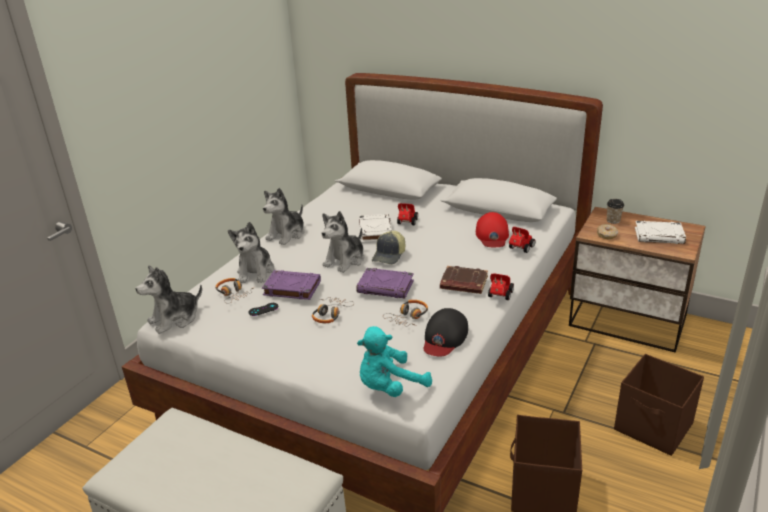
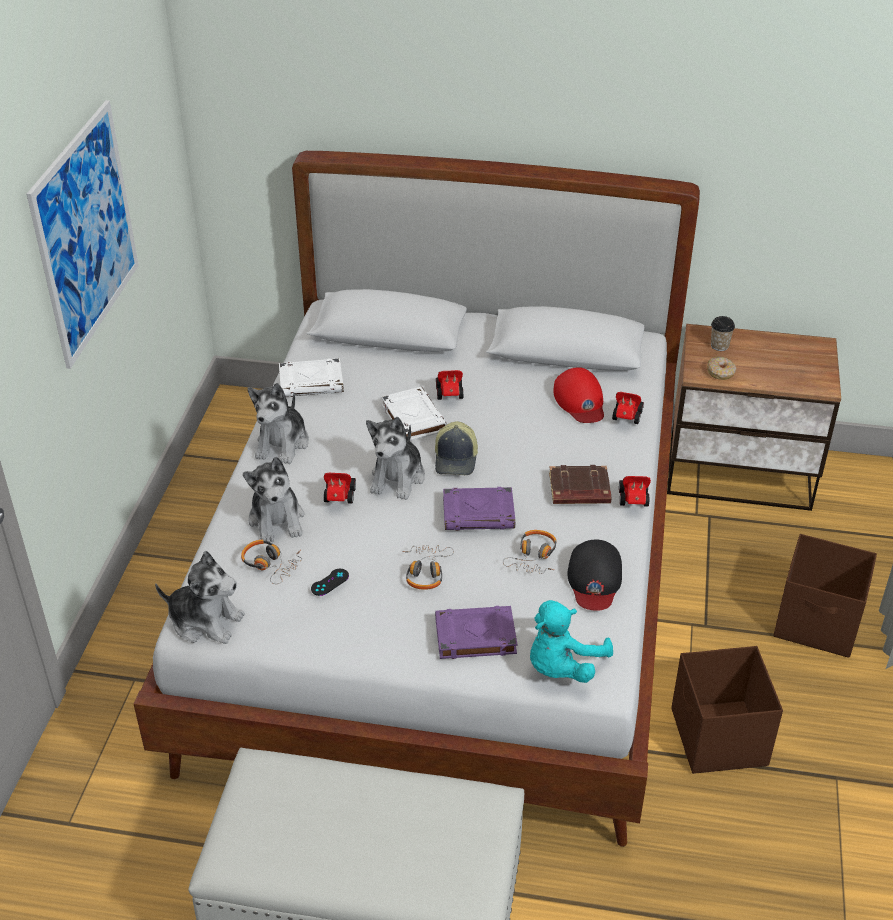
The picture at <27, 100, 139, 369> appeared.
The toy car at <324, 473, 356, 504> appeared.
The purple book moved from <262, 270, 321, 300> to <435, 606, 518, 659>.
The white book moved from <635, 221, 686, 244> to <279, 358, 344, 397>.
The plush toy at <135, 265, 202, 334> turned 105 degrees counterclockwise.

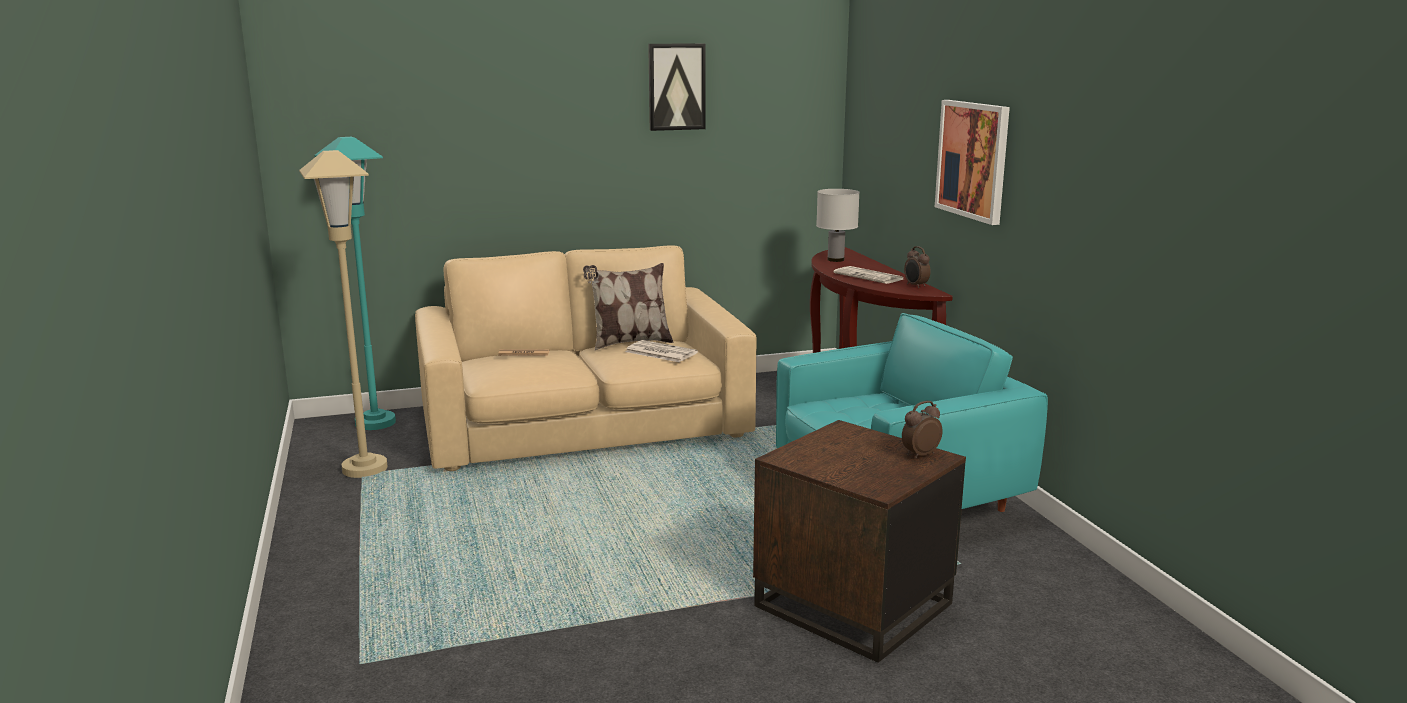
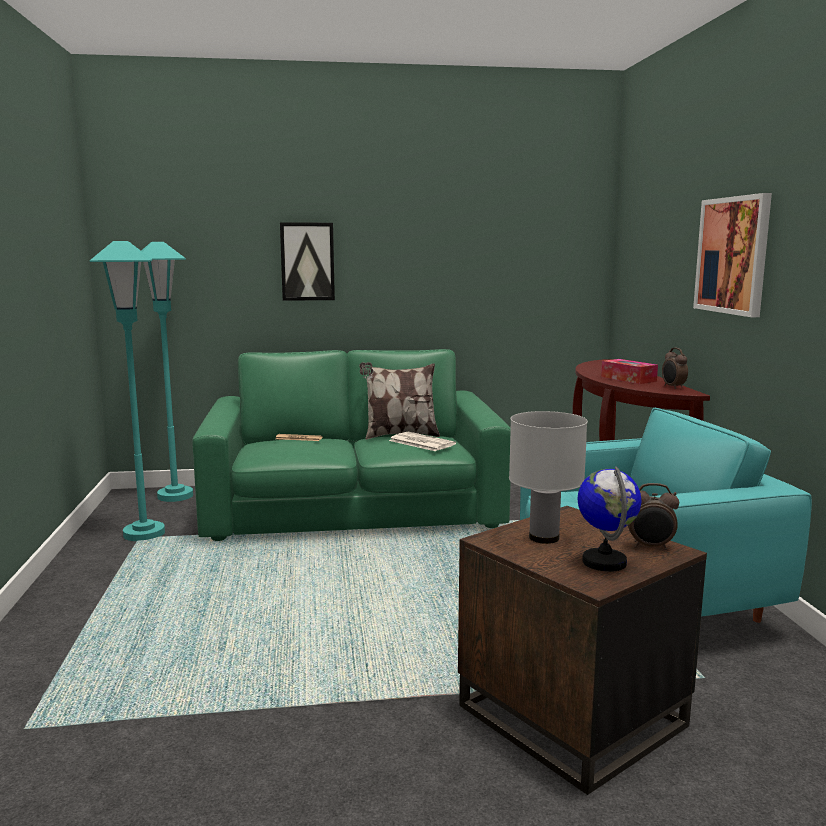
The globe at <578, 466, 642, 572> appeared.
The picture moved from <648, 43, 705, 131> to <280, 222, 335, 301>.
The white table lamp moved from <816, 189, 860, 262> to <509, 411, 588, 544>.
The newspaper at <833, 266, 903, 284> was replaced by the tissue box at <601, 359, 658, 384>.
The beige floor lamp at <299, 150, 388, 478> became the turquoise floor lamp at <90, 241, 165, 541>.
The beige sofa at <415, 245, 757, 471> became the green sofa at <192, 349, 511, 541>.
The alarm clock at <902, 401, 943, 458> turned 150 degrees counterclockwise.

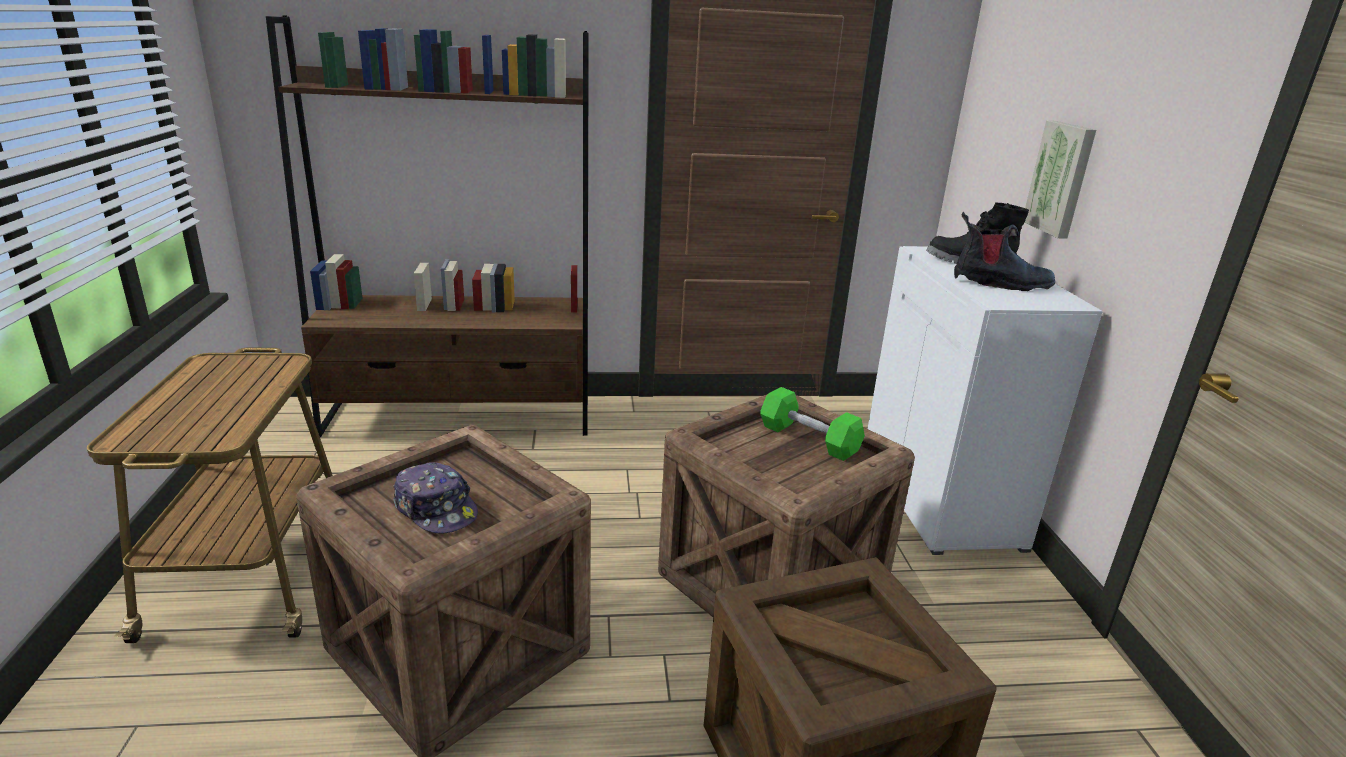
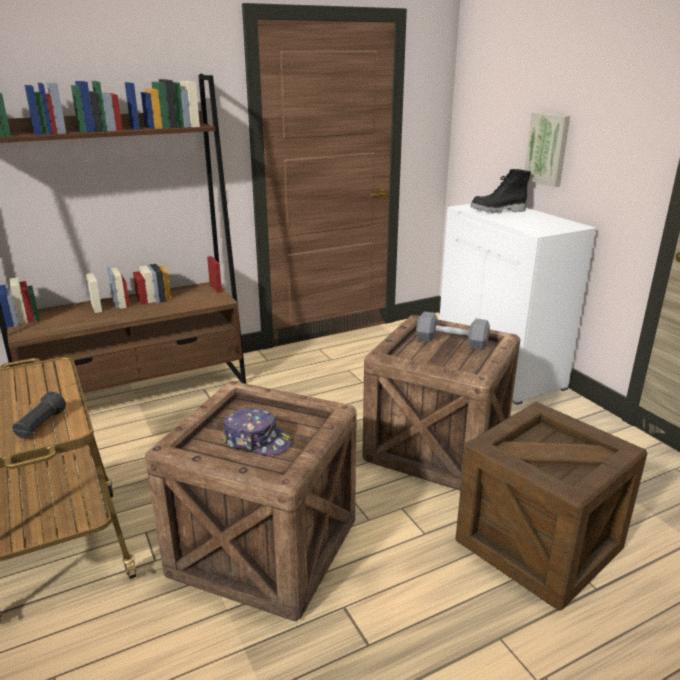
The boot at <954, 212, 1055, 291> disappeared.
The black flashlight at <13, 392, 66, 438> appeared.
The green dumbbell at <760, 387, 865, 461> became the grey dumbbell at <416, 311, 490, 350>.

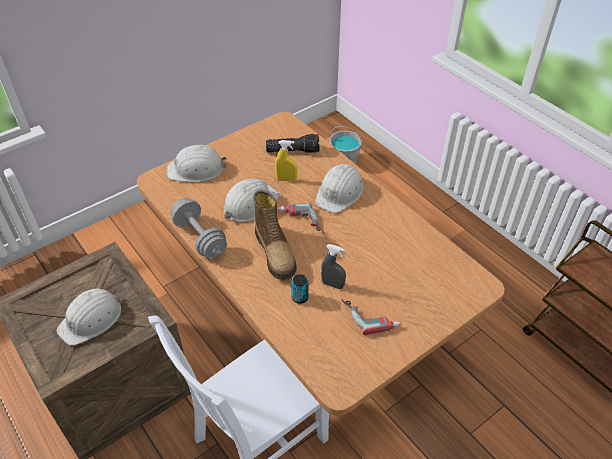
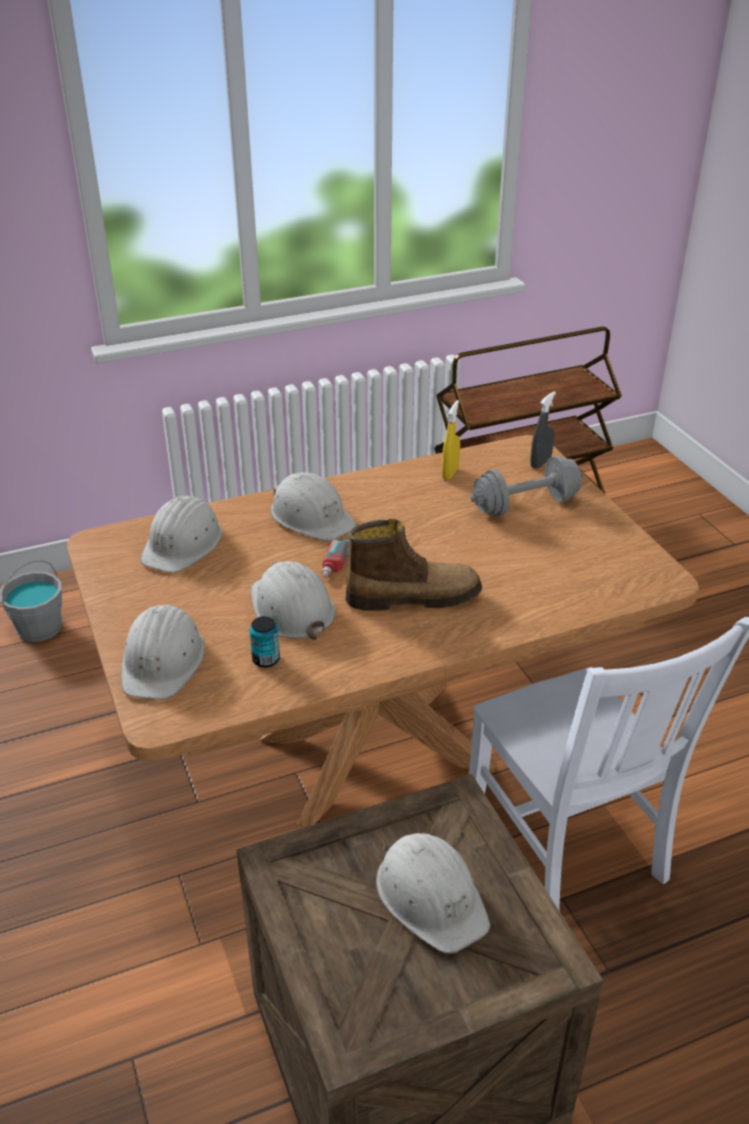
The power drill at <341, 298, 401, 335> disappeared.
The grey dumbbell moved from <171, 198, 227, 259> to <470, 456, 583, 516>.
The yellow spray bottle moved from <275, 140, 298, 182> to <442, 400, 460, 480>.
The can moved from <291, 274, 309, 304> to <249, 616, 280, 668>.
The grey spray bottle moved from <321, 244, 346, 289> to <530, 392, 556, 469>.
The flashlight at <266, 134, 320, 153> was replaced by the white hard hat at <141, 496, 222, 572>.

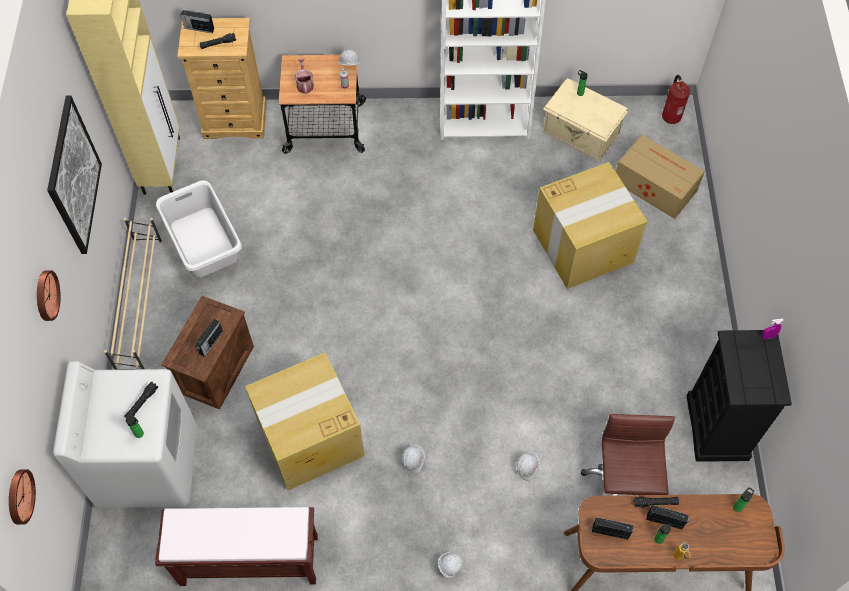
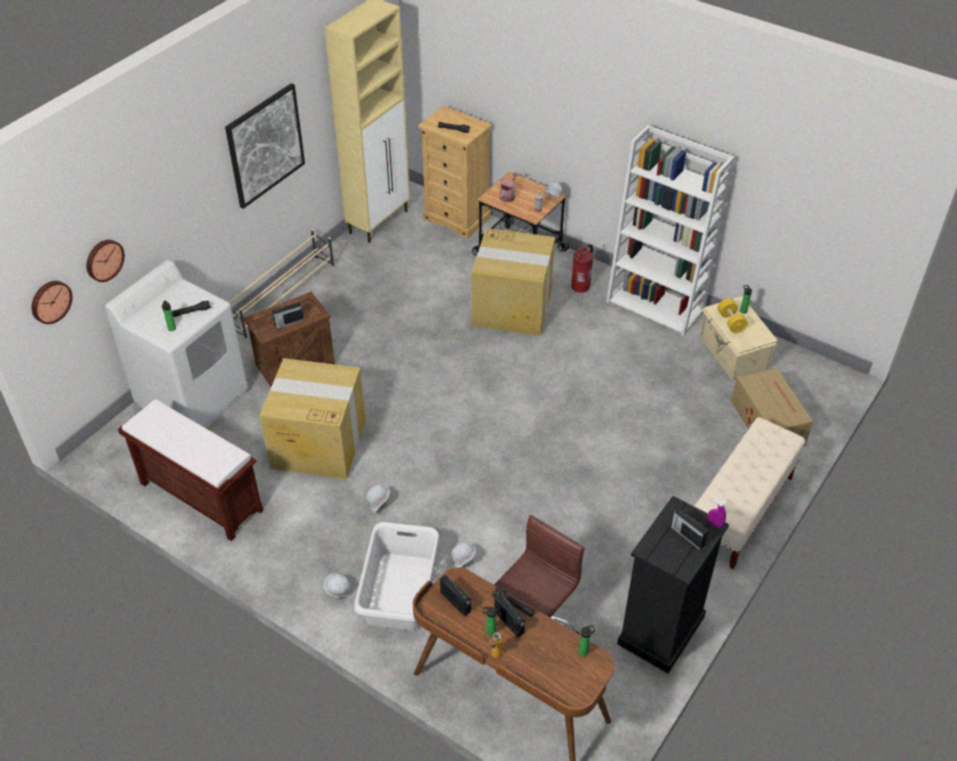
The beige bench at <694, 417, 805, 569> appeared.
The yellow dumbbell at <717, 298, 748, 333> appeared.
The wall clock moved from <37, 270, 61, 321> to <87, 240, 125, 282>.
The white laundry basket moved from <156, 180, 242, 277> to <354, 522, 439, 630>.
The radio moved from <180, 10, 214, 33> to <671, 508, 709, 550>.
The cardboard box moved from <533, 162, 648, 289> to <471, 228, 555, 336>.
The fire extinguisher moved from <662, 75, 690, 124> to <571, 244, 593, 293>.

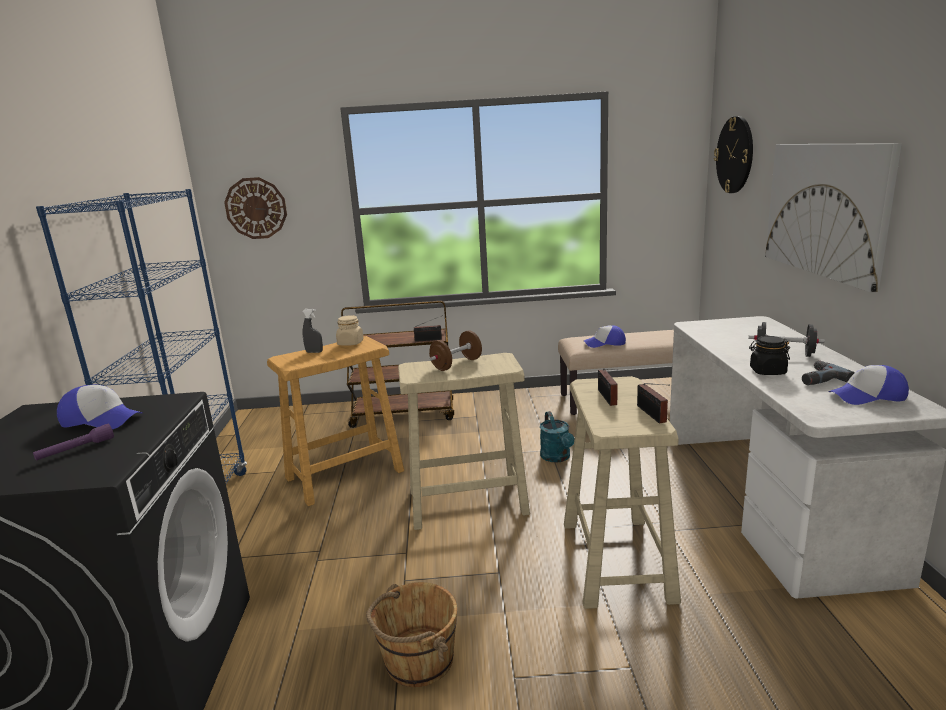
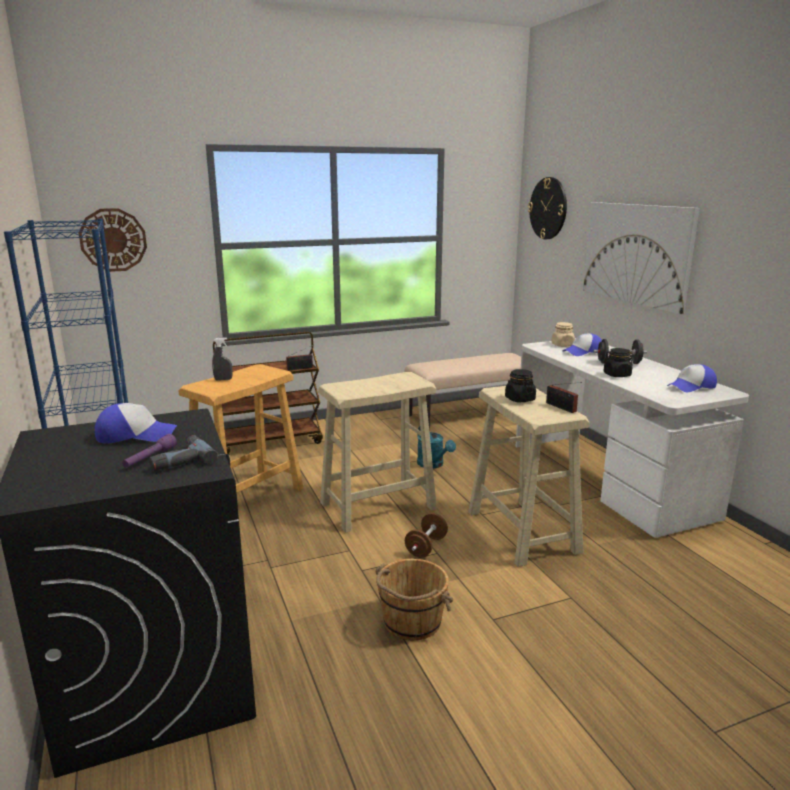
The beige jar moved from <336, 315, 364, 346> to <551, 322, 575, 347>.
The brown dumbbell moved from <429, 330, 482, 371> to <405, 513, 448, 558>.
The cap moved from <584, 325, 626, 348> to <563, 333, 602, 356>.
The power drill moved from <802, 360, 855, 385> to <149, 435, 218, 472>.
The radio at <598, 369, 618, 406> was replaced by the black jar at <505, 369, 536, 403>.

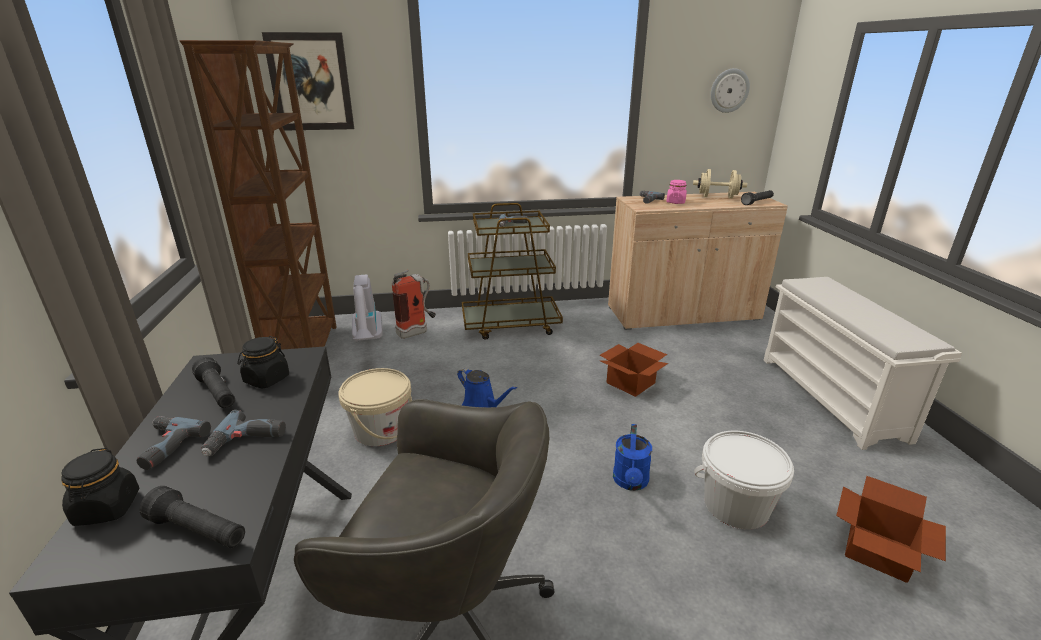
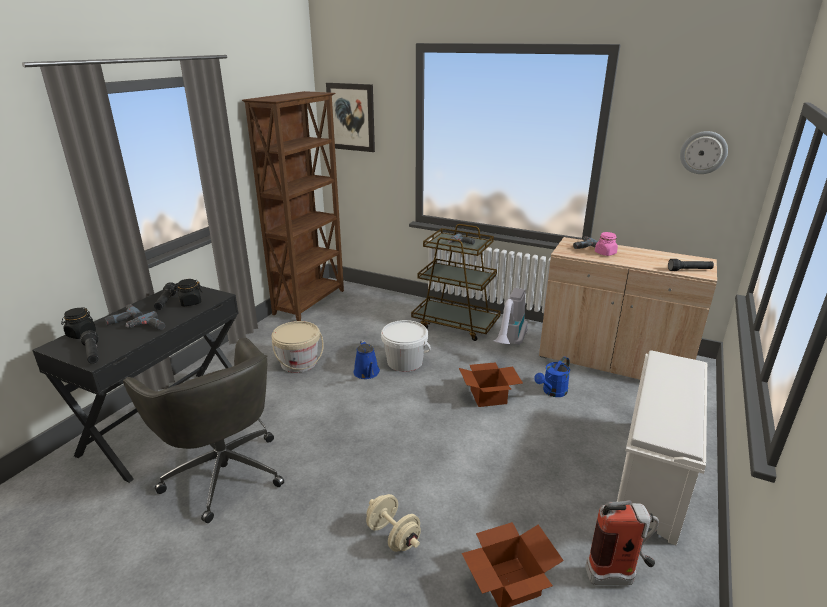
The vacuum cleaner moved from <352, 275, 383, 342> to <494, 288, 528, 345>.
The fire extinguisher moved from <392, 270, 436, 339> to <585, 500, 659, 585>.
The blue watering can moved from <613, 424, 652, 491> to <534, 357, 570, 397>.
The beige dumbbell moved from <693, 169, 747, 199> to <366, 494, 421, 552>.
The white bucket moved from <694, 431, 794, 529> to <381, 320, 431, 372>.

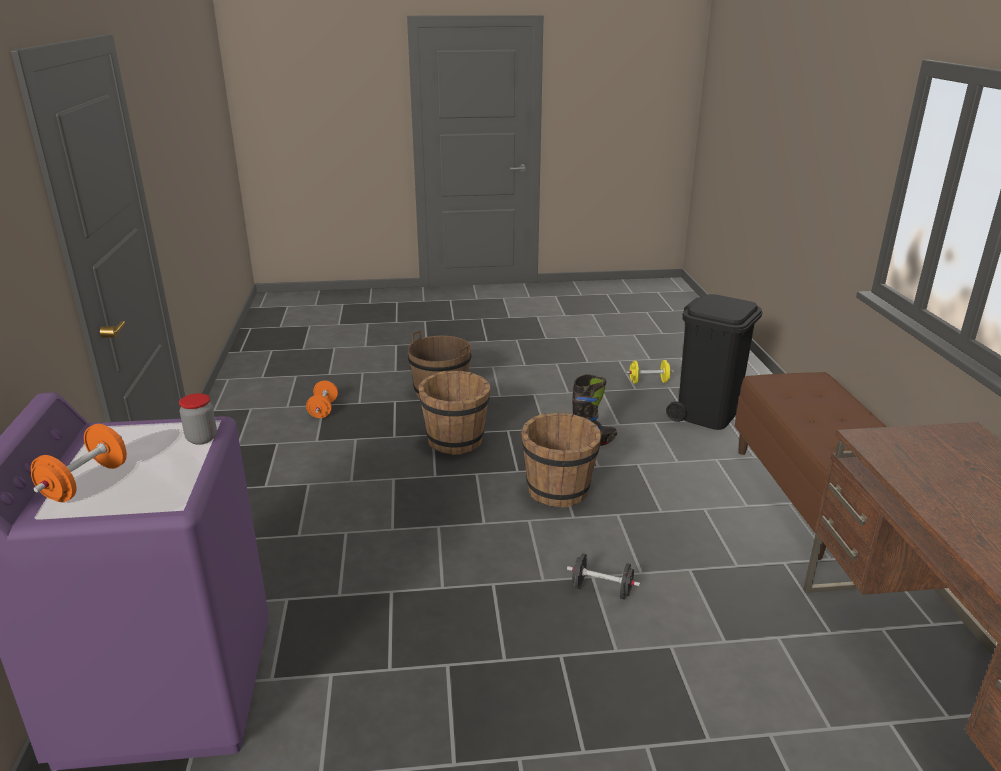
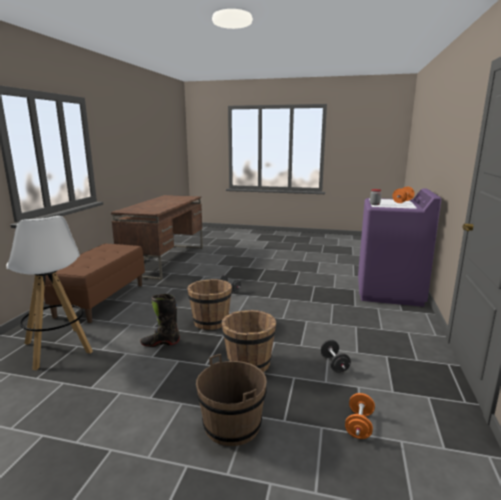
The yellow dumbbell at <626, 360, 674, 384> disappeared.
The black dumbbell at <320, 340, 351, 373> appeared.
The black trash can at <666, 294, 763, 430> was replaced by the white stool at <7, 216, 93, 370>.

